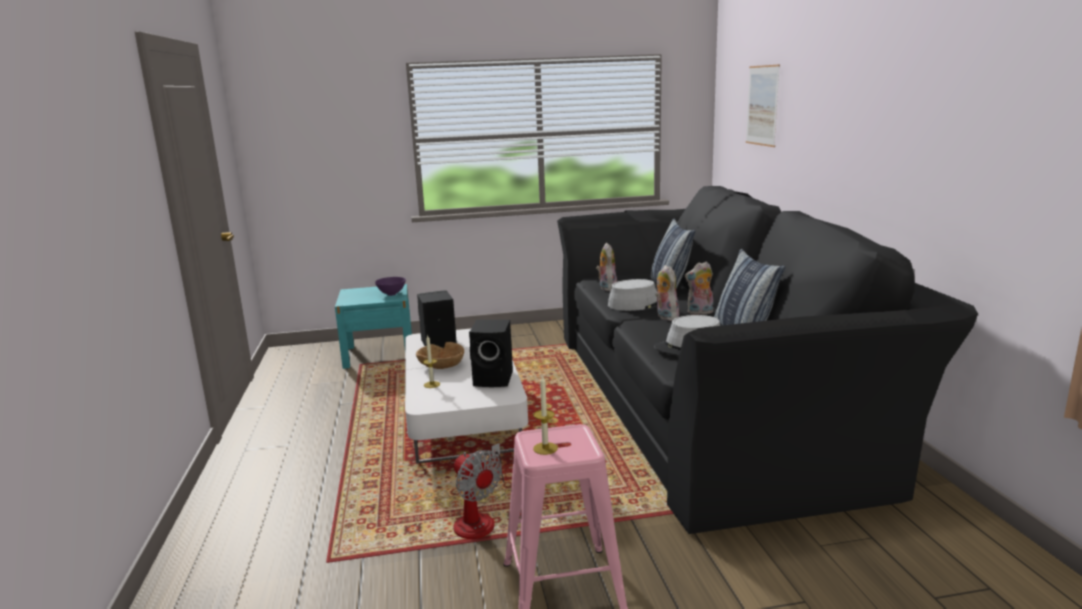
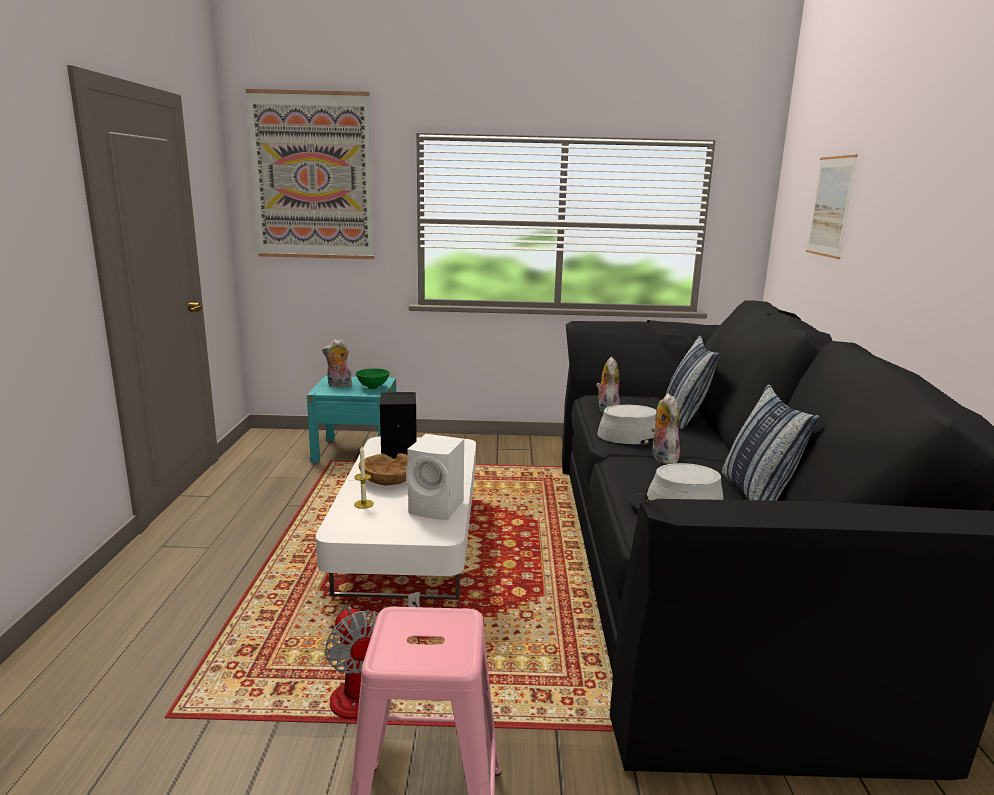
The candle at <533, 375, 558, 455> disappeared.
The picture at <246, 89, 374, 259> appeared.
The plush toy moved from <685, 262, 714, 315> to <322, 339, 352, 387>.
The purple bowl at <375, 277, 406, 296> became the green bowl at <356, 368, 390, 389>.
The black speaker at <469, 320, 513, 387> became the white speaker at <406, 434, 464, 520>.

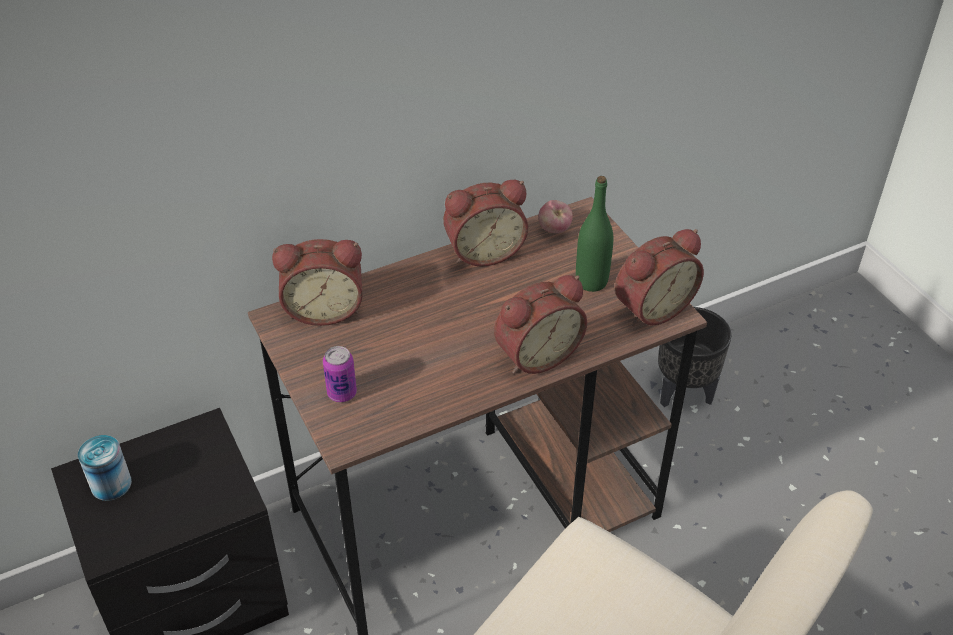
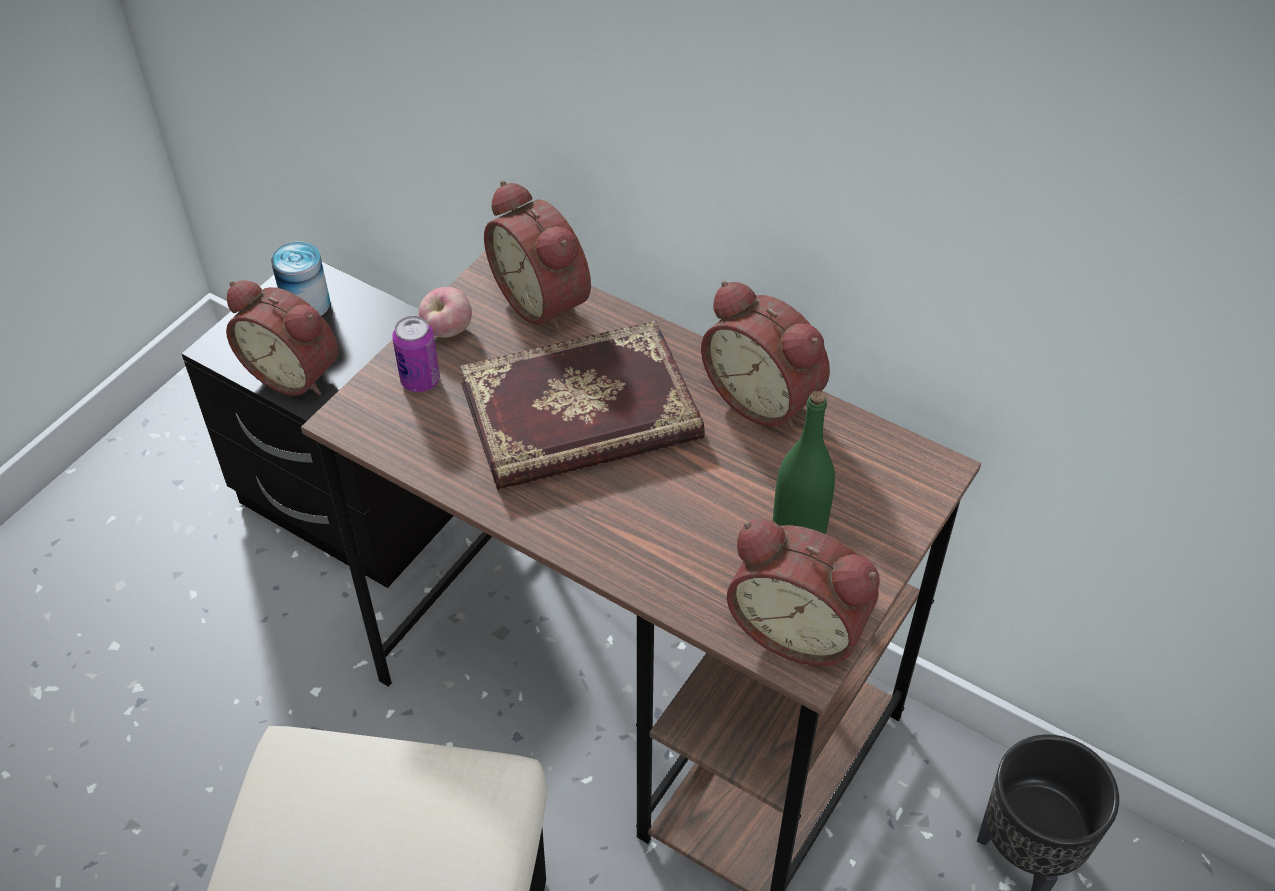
The book at <459, 320, 705, 490> appeared.
The alarm clock moved from <494, 275, 587, 374> to <226, 280, 338, 396>.
The apple moved from <538, 200, 573, 233> to <419, 287, 472, 338>.

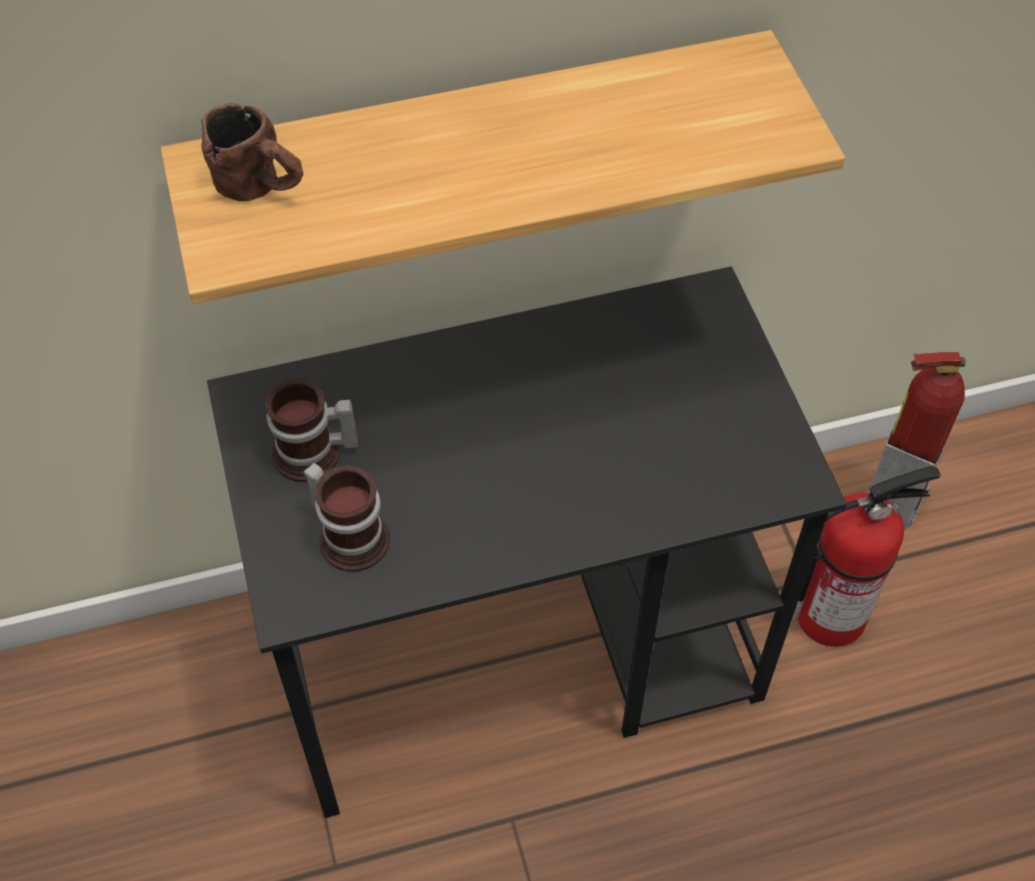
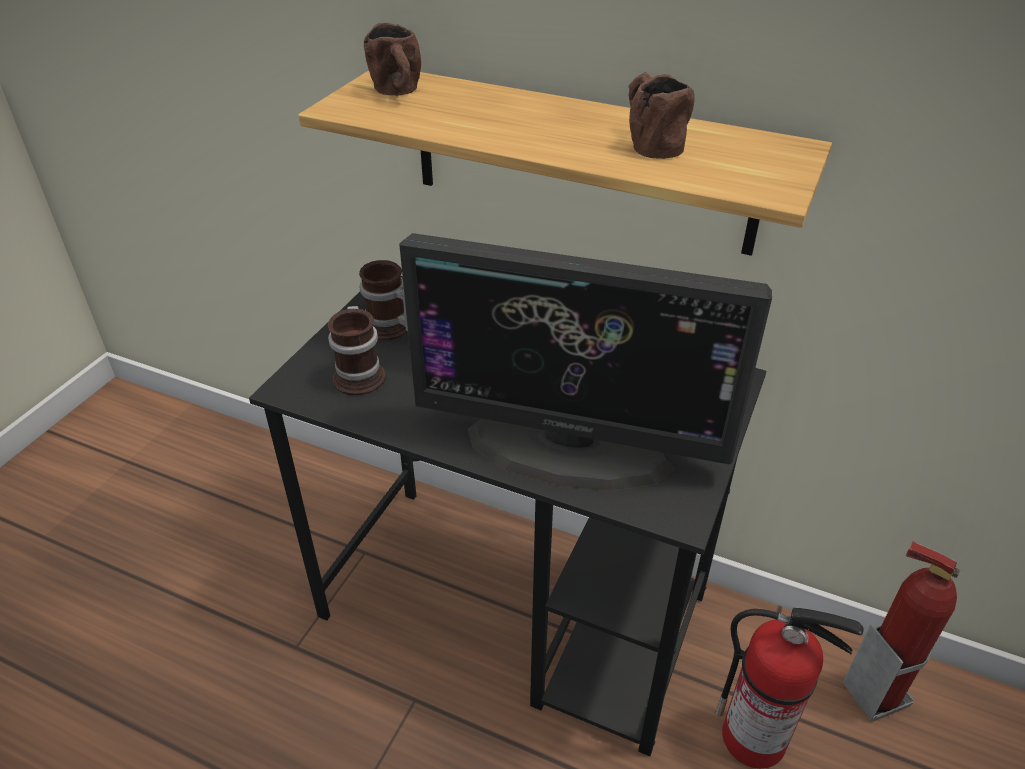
The monitor at <399, 233, 772, 491> appeared.
The brown mug at <629, 72, 695, 159> appeared.

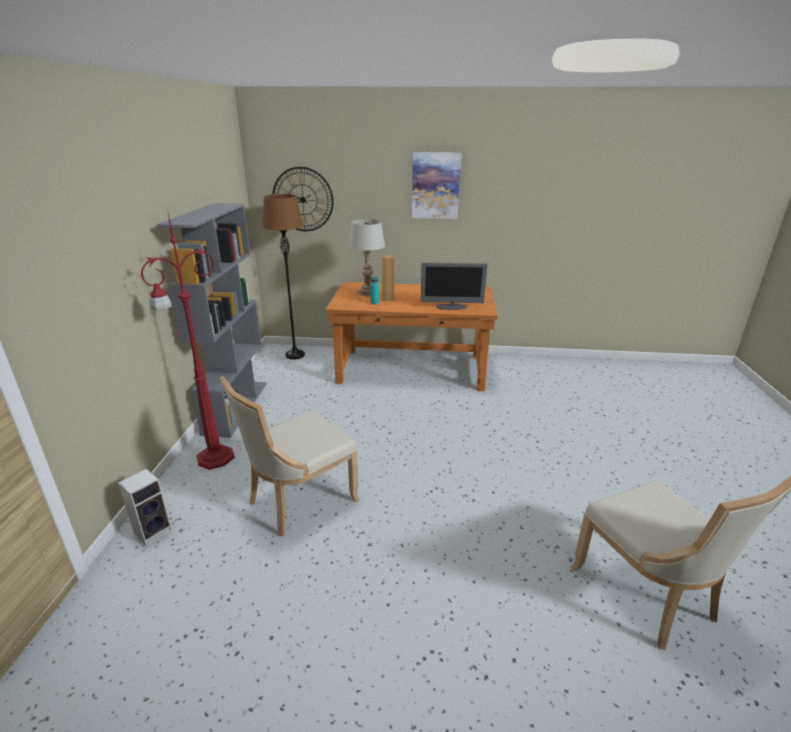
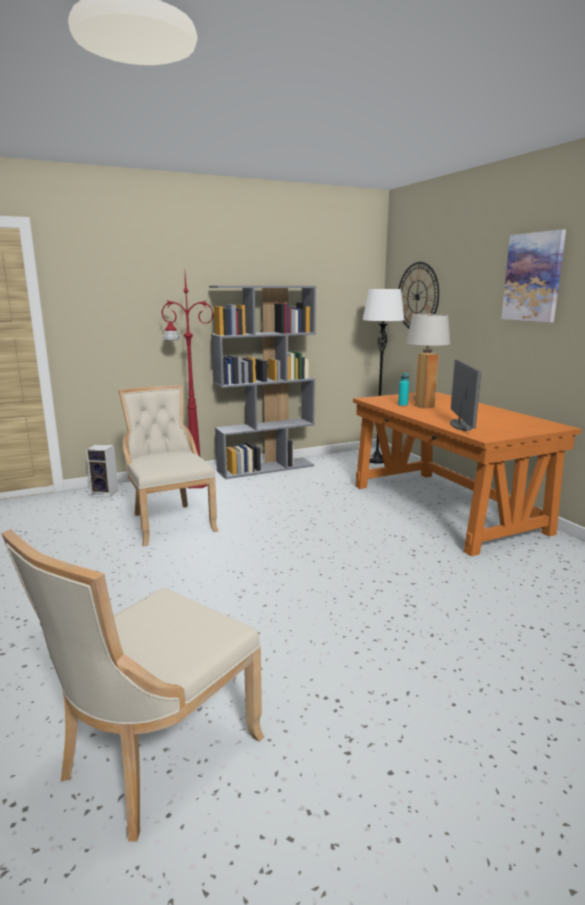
The brown floor lamp at <262, 194, 305, 360> became the white floor lamp at <363, 289, 404, 464>.
The beige chair at <219, 376, 360, 536> turned 45 degrees clockwise.
The monitor at <421, 263, 487, 310> turned 150 degrees counterclockwise.

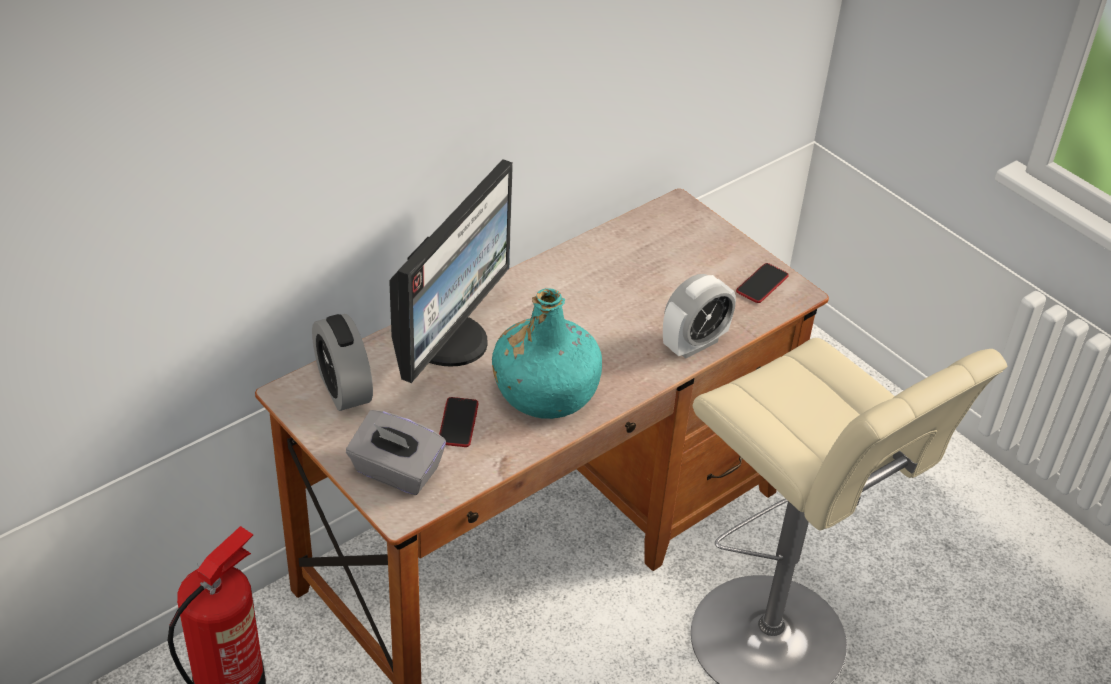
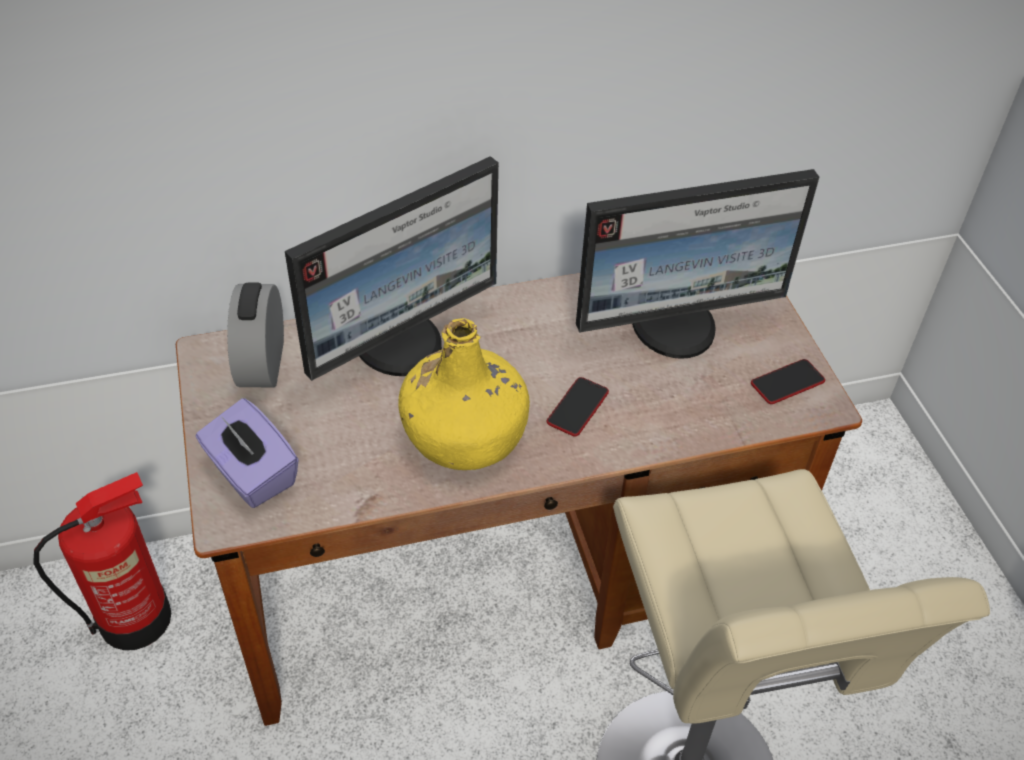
The alarm clock at <663, 274, 736, 359> disappeared.
The monitor at <576, 169, 819, 359> appeared.
The phone moved from <439, 397, 479, 447> to <547, 377, 609, 436>.
The grey tissue box at <346, 410, 446, 495> became the purple tissue box at <196, 398, 299, 508>.
The turquoise bottle at <492, 288, 602, 419> became the yellow bottle at <398, 318, 530, 470>.

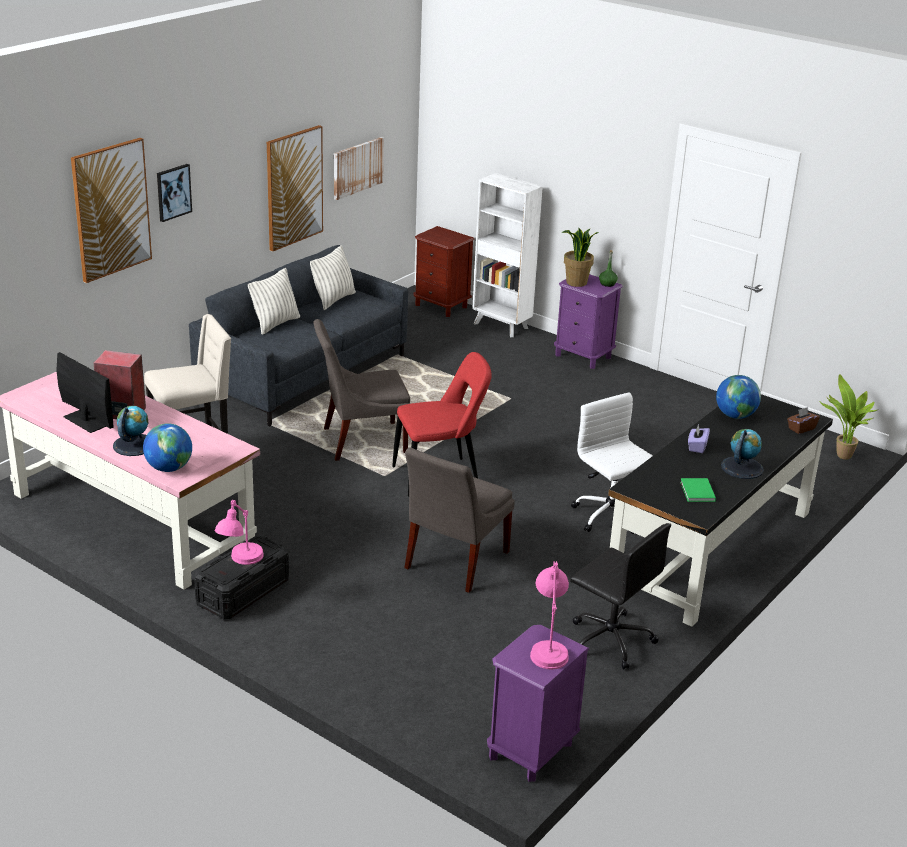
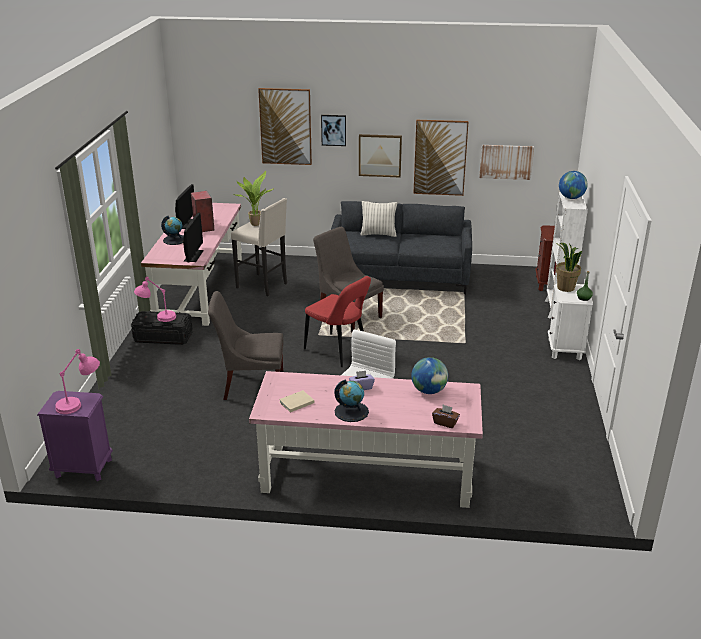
The pillow at <310, 245, 356, 310> disappeared.
The black office chair at <570, 523, 671, 669> disappeared.
The monitor at <183, 213, 204, 262> appeared.
The picture at <359, 134, 402, 177> appeared.
The globe moved from <143, 423, 192, 472> to <559, 171, 588, 199>.
The potted plant moved from <819, 374, 879, 460> to <234, 171, 274, 226>.
The purple nightstand at <554, 274, 623, 369> became the white nightstand at <548, 284, 593, 360>.
The black desk at <608, 394, 833, 627> became the pink desk at <249, 371, 483, 508>.
The green book at <680, 478, 716, 502> became the beige book at <279, 390, 314, 412>.

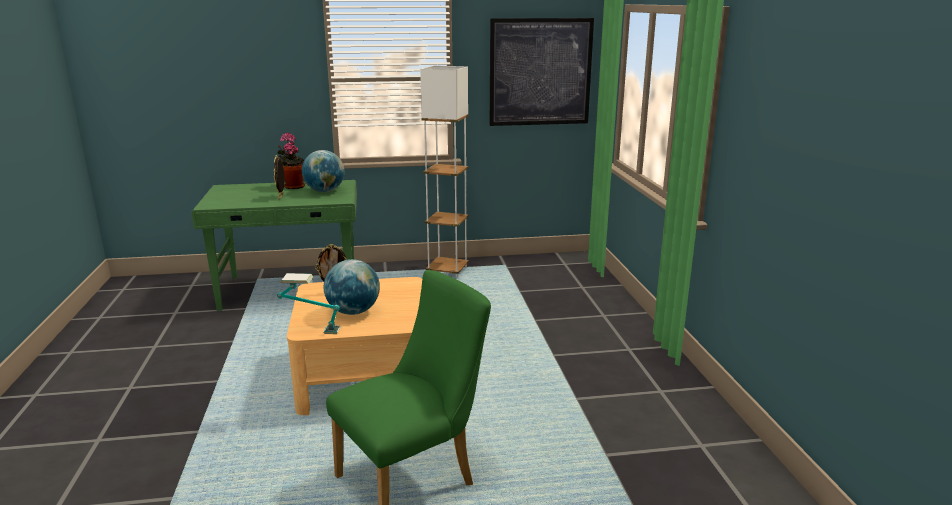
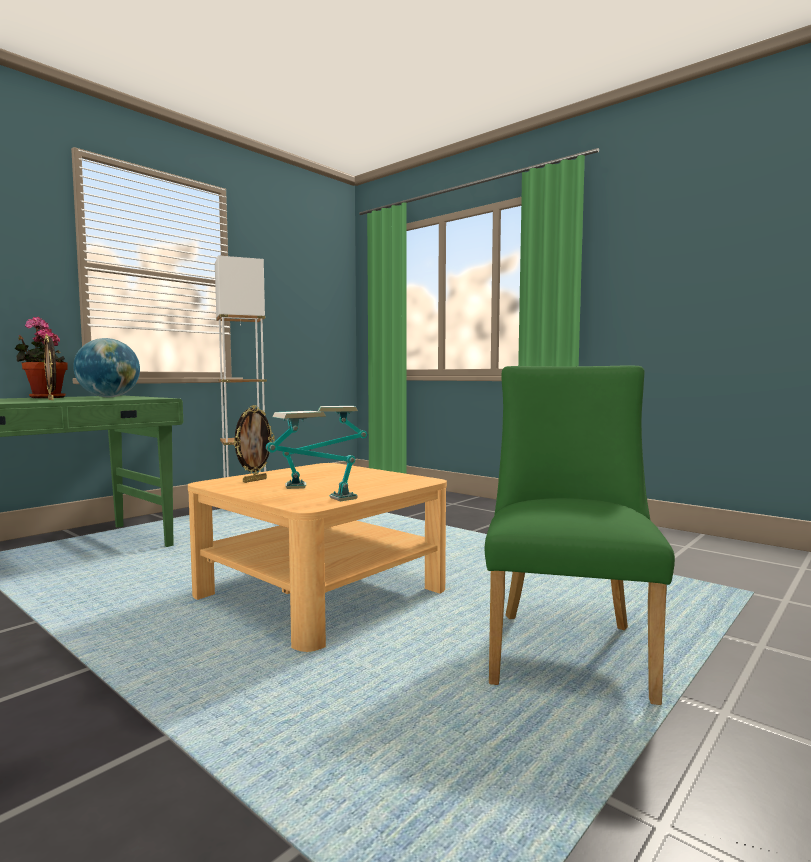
The picture at <490, 18, 594, 126> disappeared.
The globe at <324, 259, 380, 315> was replaced by the table lamp at <283, 406, 367, 489>.

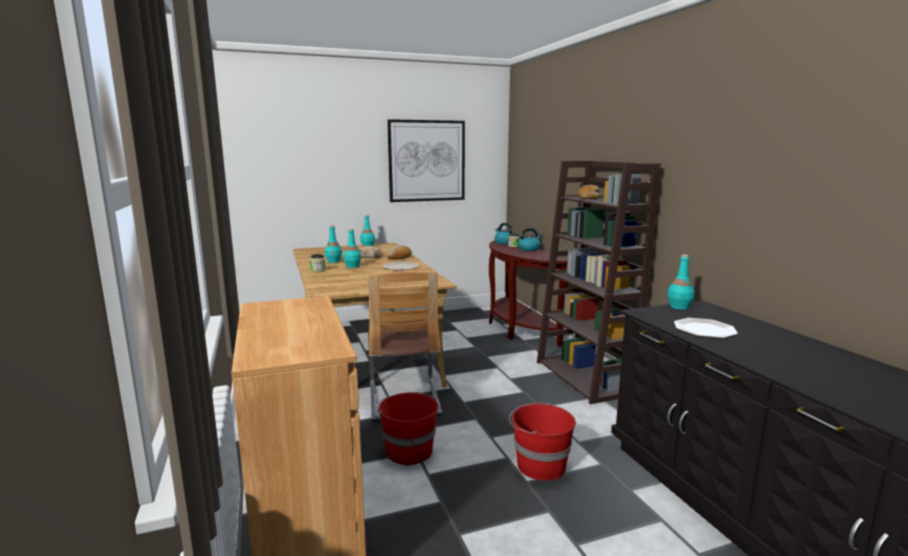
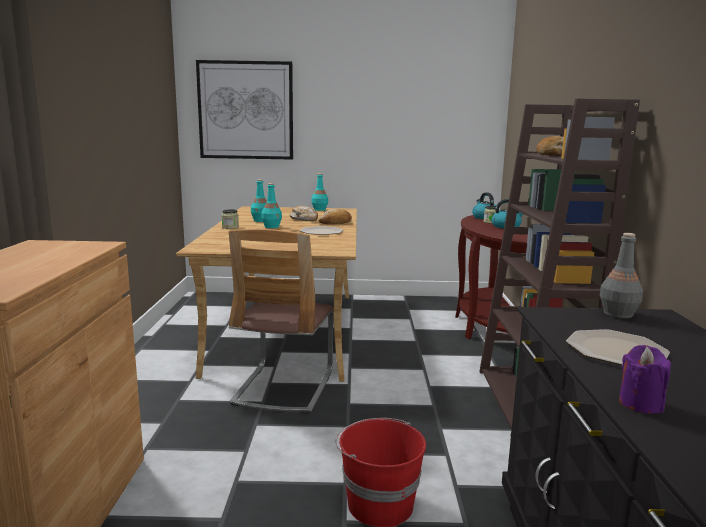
The red bucket at <376, 392, 439, 465> disappeared.
The purple candle at <619, 345, 671, 414> appeared.
The picture moved from <387, 119, 465, 202> to <196, 60, 293, 160>.
The turquoise bottle at <667, 255, 695, 310> became the grey bottle at <600, 233, 643, 319>.

